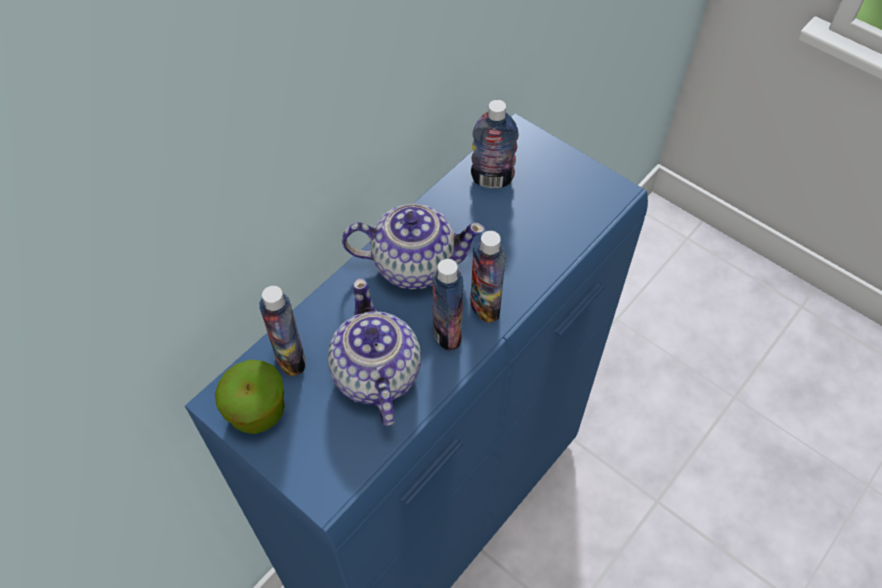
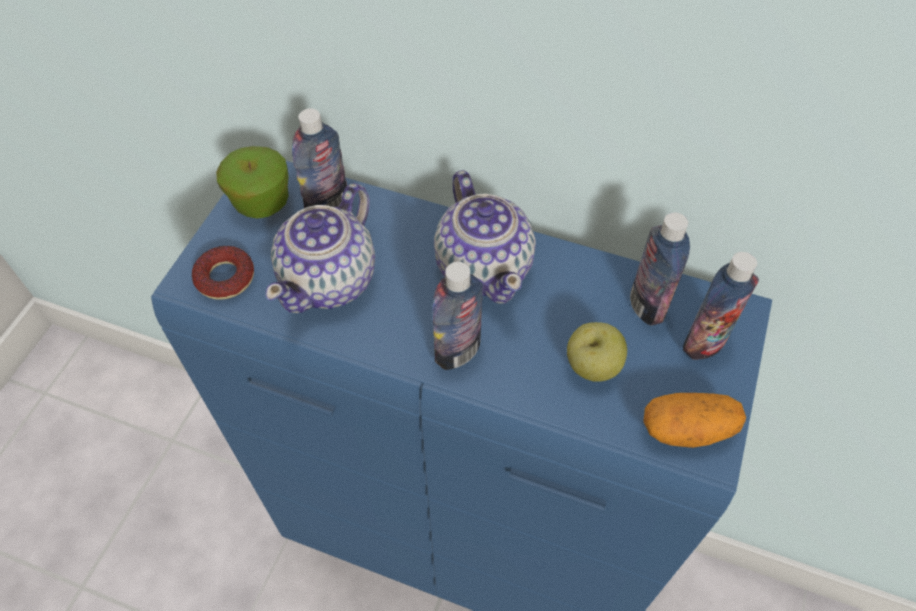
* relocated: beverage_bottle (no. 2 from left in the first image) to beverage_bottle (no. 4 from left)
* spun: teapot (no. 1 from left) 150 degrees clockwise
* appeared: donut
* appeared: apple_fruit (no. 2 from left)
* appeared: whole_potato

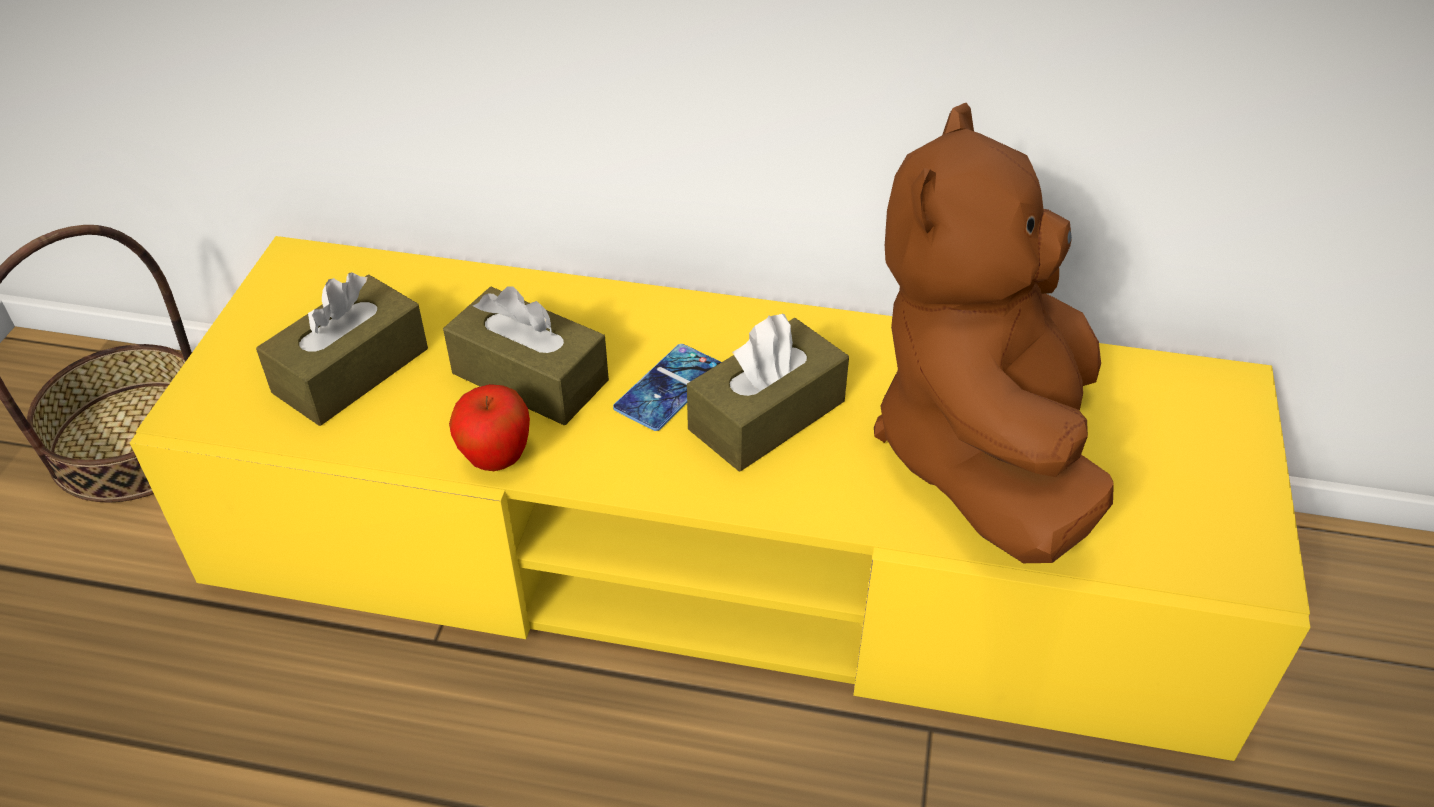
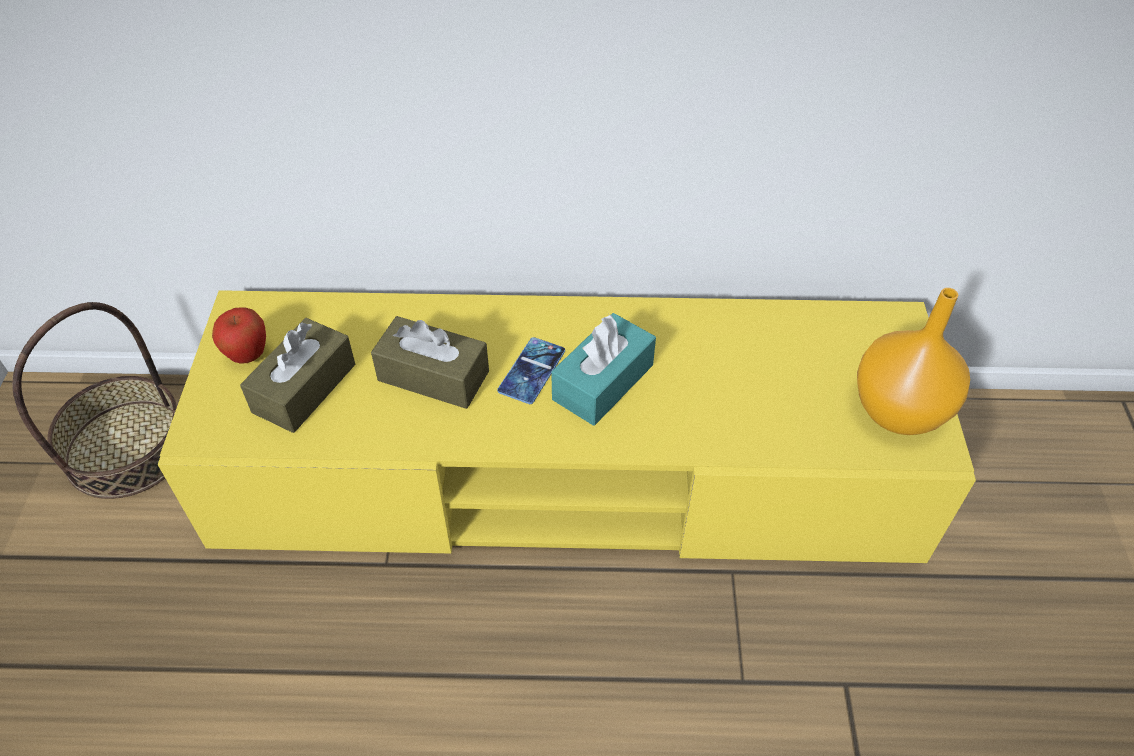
* missing: brown-coloured_cuddly_toy
* colour: brown-coloured_box_of_tissues (no. 3 from left) to turquoise_box_of_tissues
* relocated: apple_fruit
* appeared: orange-coloured_vase

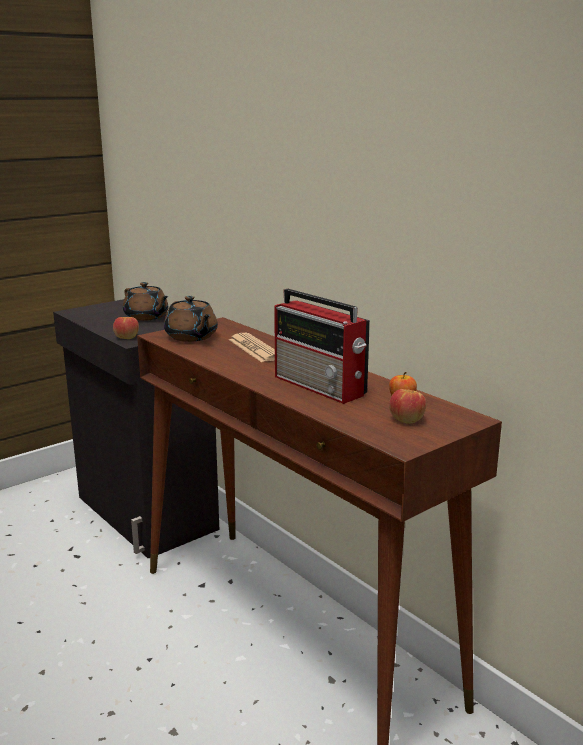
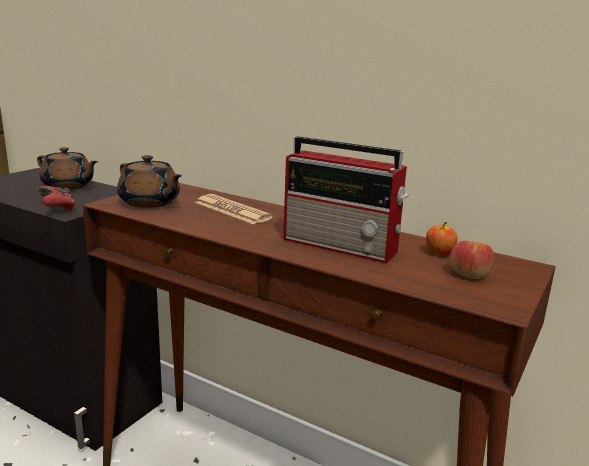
* exchanged: apple_fruit (no. 1 from left) to red-coloured_game_controller

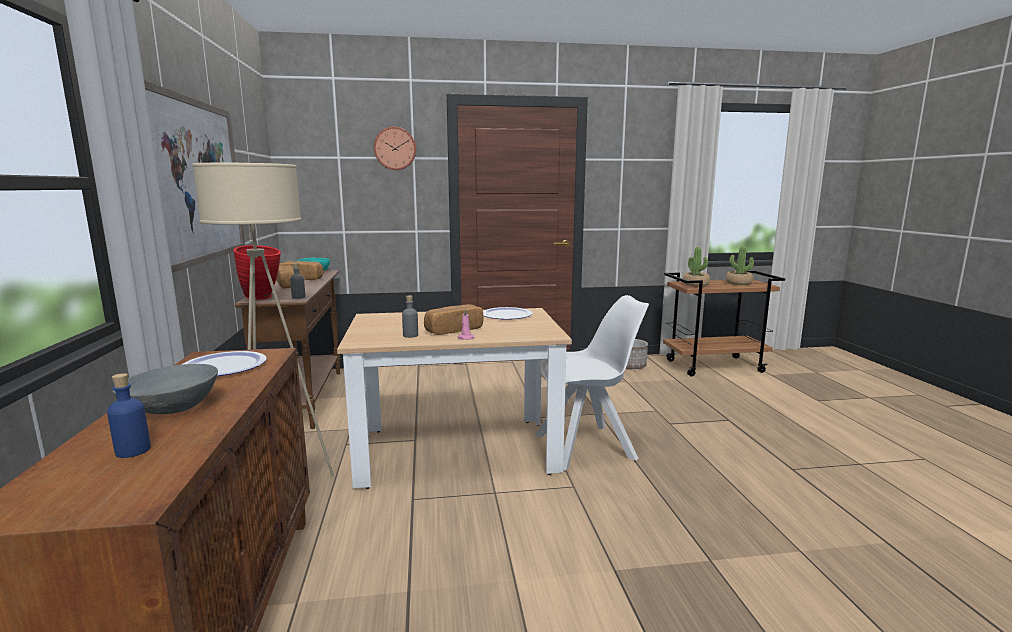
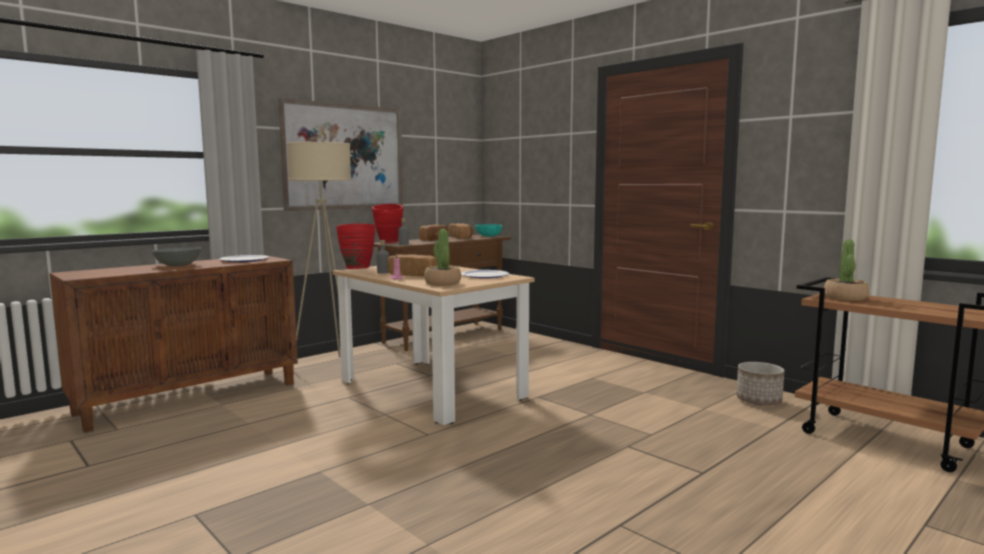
* missing: clock_on_the_wall
* relocated: houseplant (no. 2 from left in the first image) to houseplant (no. 1 from left)
* missing: white_upright_chair
* missing: blue-coloured_beverage_bottle
* appeared: red-coloured_vase (no. 1 from left)

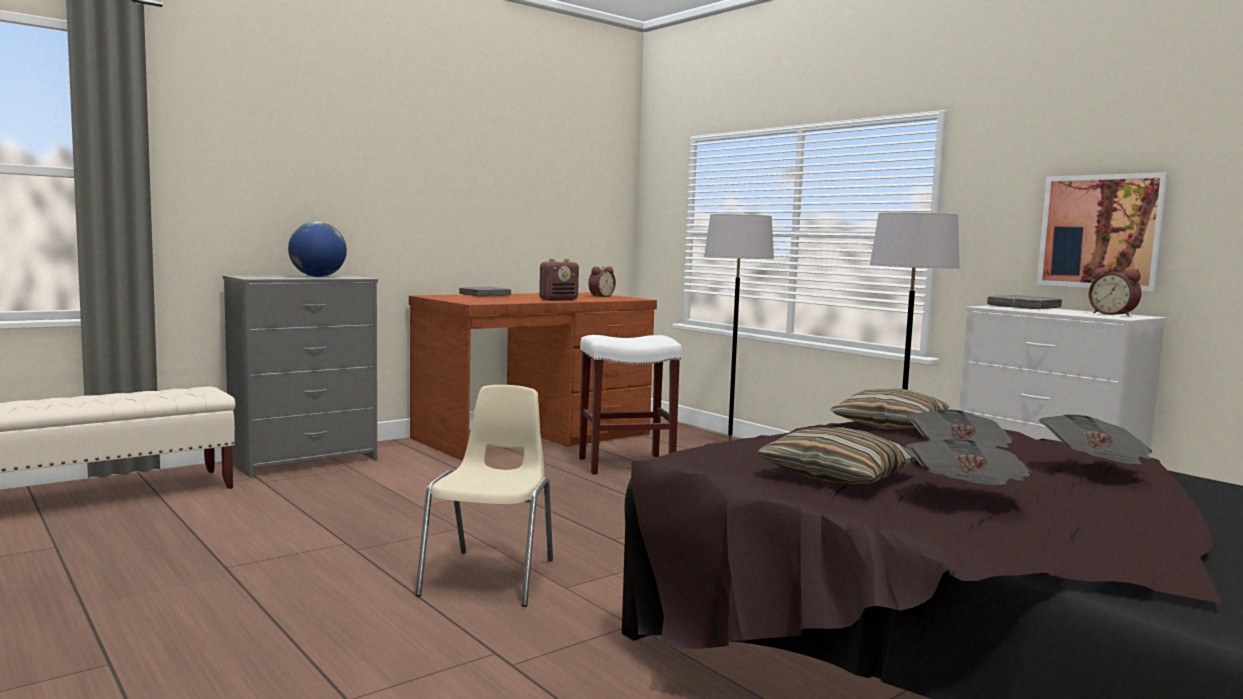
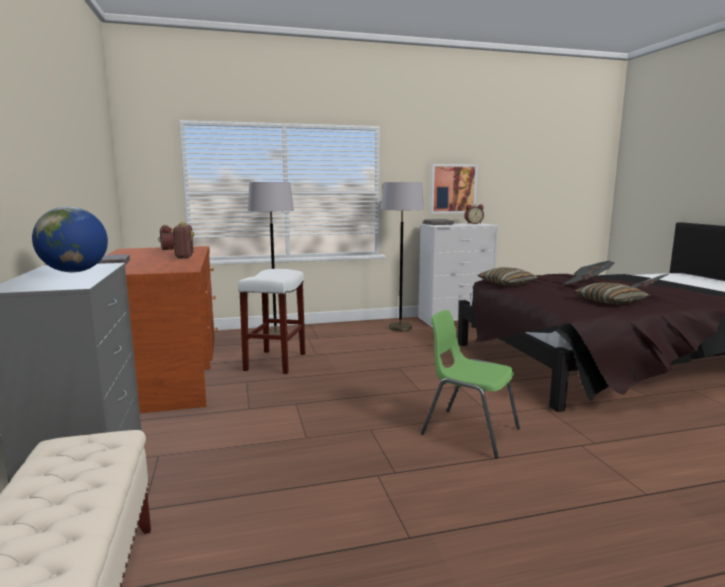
* colour: beige_upright_chair to green_upright_chair

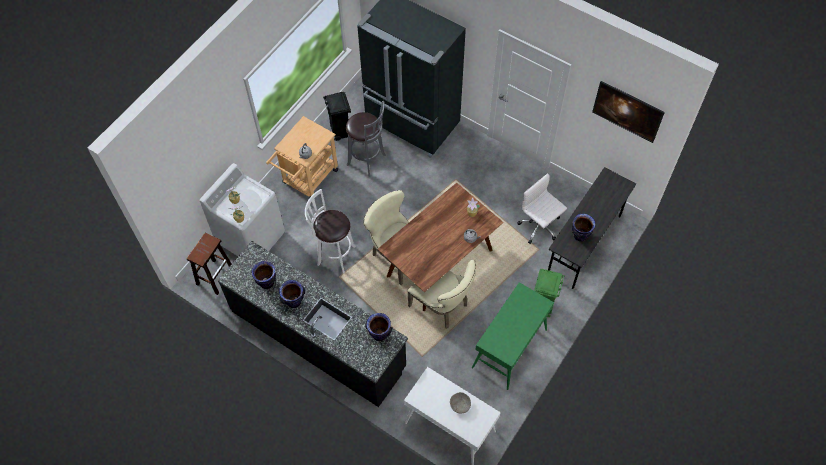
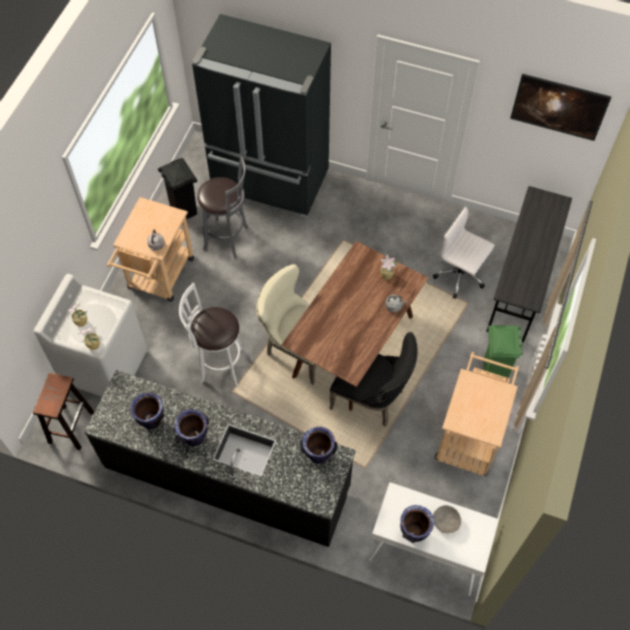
* relocated: vase (no. 4 from left)
* colour: beige_upright_chair (no. 2 from left) to black-coloured_upright_chair
* exchanged: green_hall_table to beige_cart (no. 2 from left)

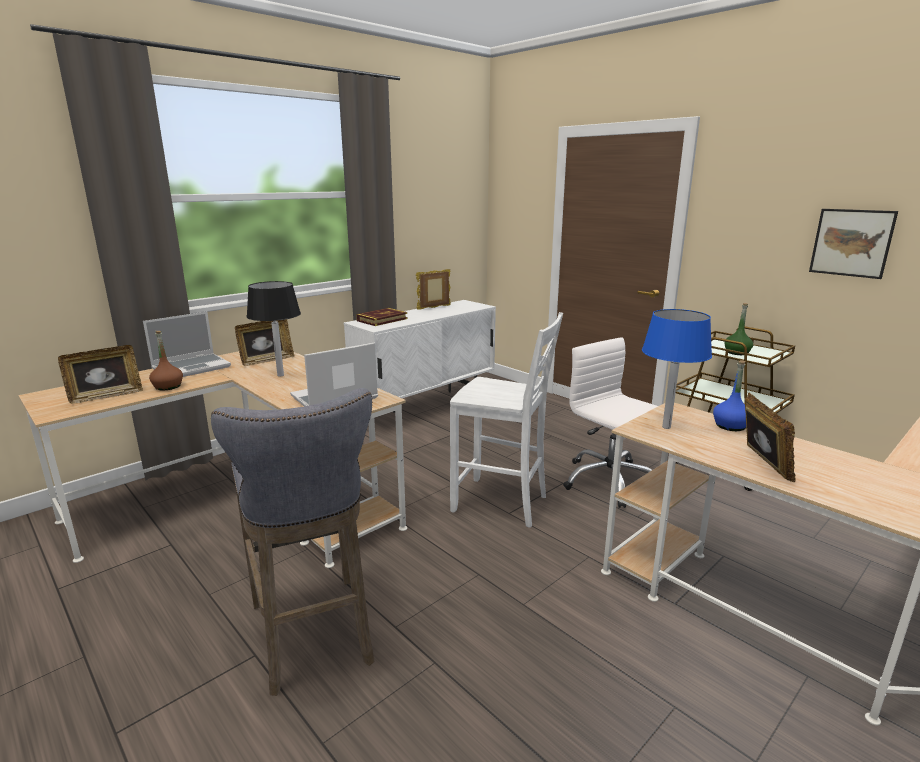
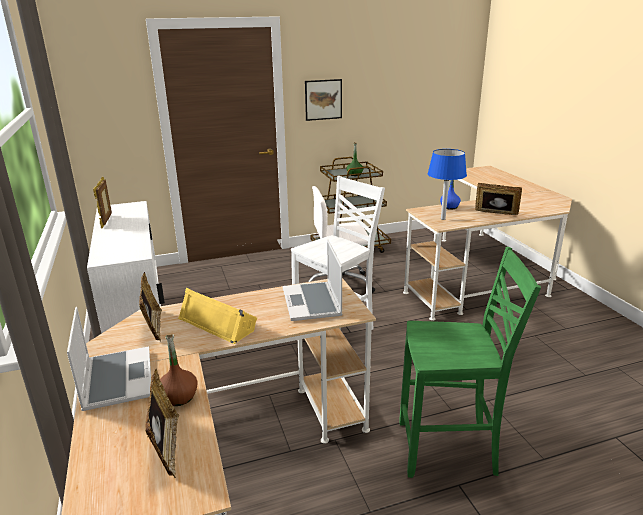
* relocated: wall_picture
* exchanged: black-coloured_table_lamp to yellow-coloured_loudspeaker
* missing: book
* exchanged: gray_stool to green_upright_chair

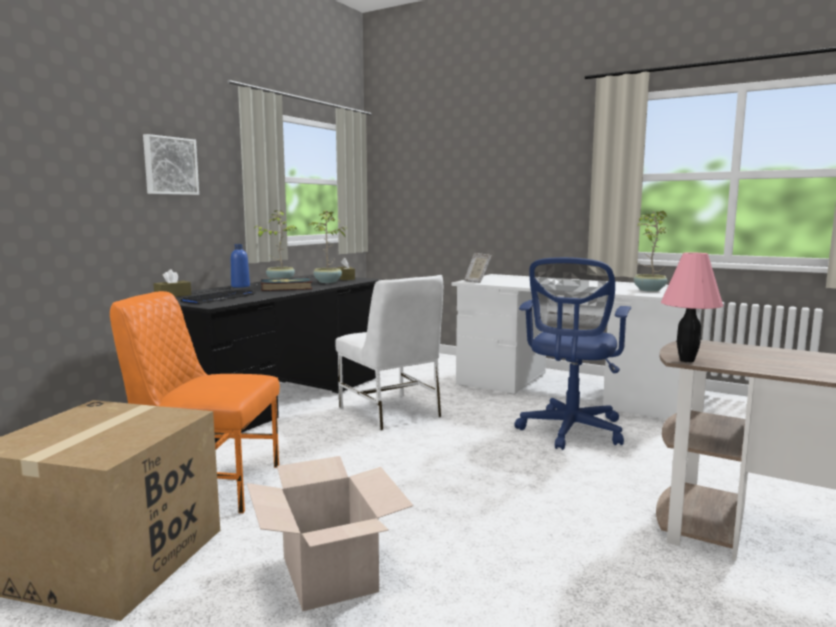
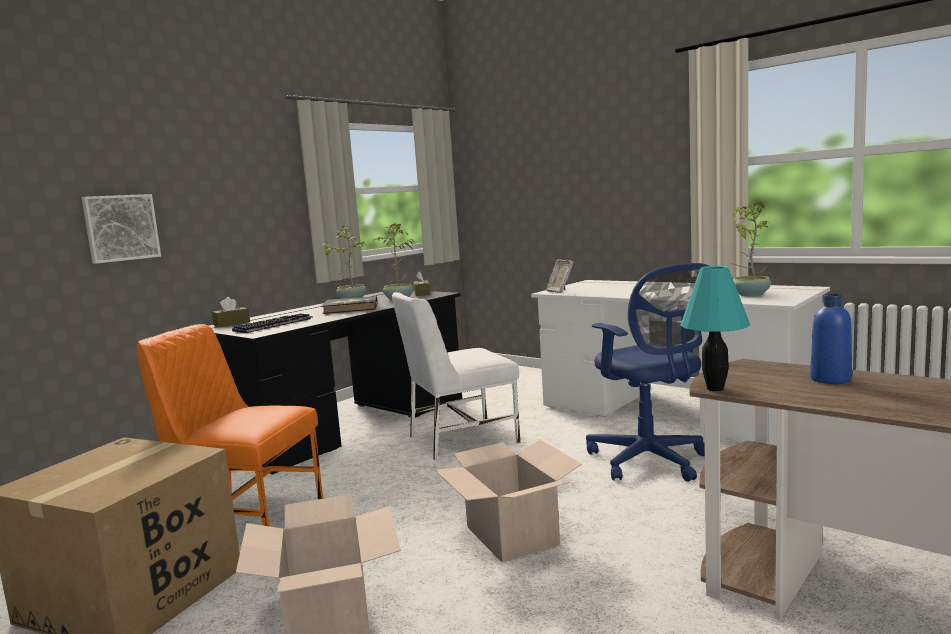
* relocated: wall_picture
* relocated: blue-coloured_beverage_bottle
* colour: pink-coloured_table_lamp to turquoise_table_lamp
* spun: blue-coloured_desk_chair 60 degrees counterclockwise
* spun: white_upright_chair 90 degrees clockwise
* appeared: cardboard_box (no. 3 from left)

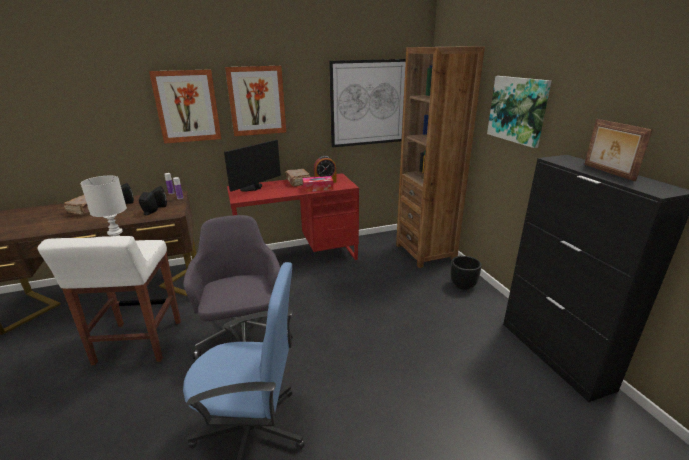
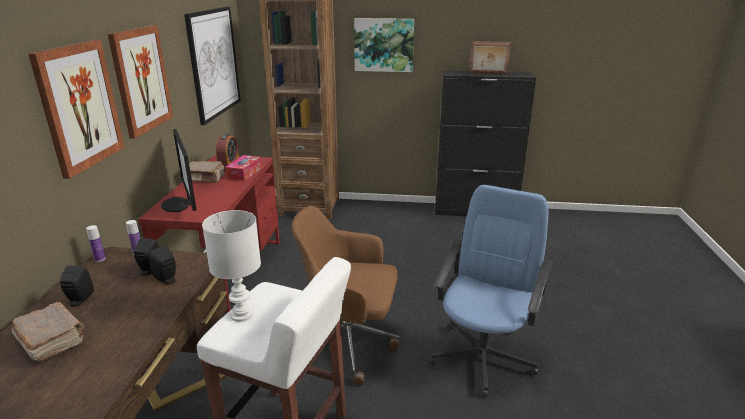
* colour: gray_desk_chair to brown-coloured_desk_chair
* missing: black-coloured_plant_pot

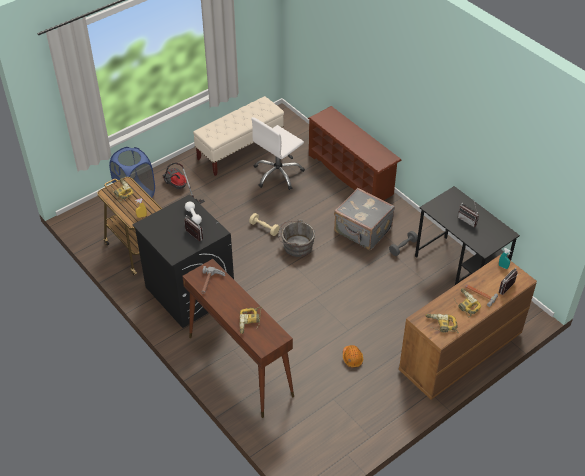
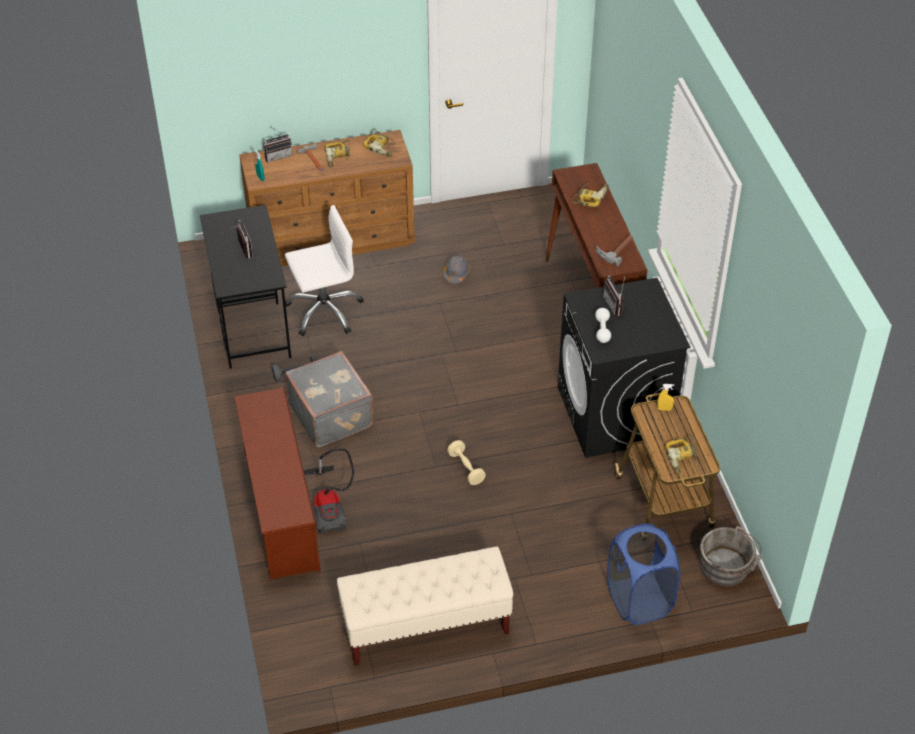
* relocated: white_desk_chair
* relocated: hoover
* relocated: gray_bucket
* colour: orange-coloured_hard_hat to gray_hard_hat

